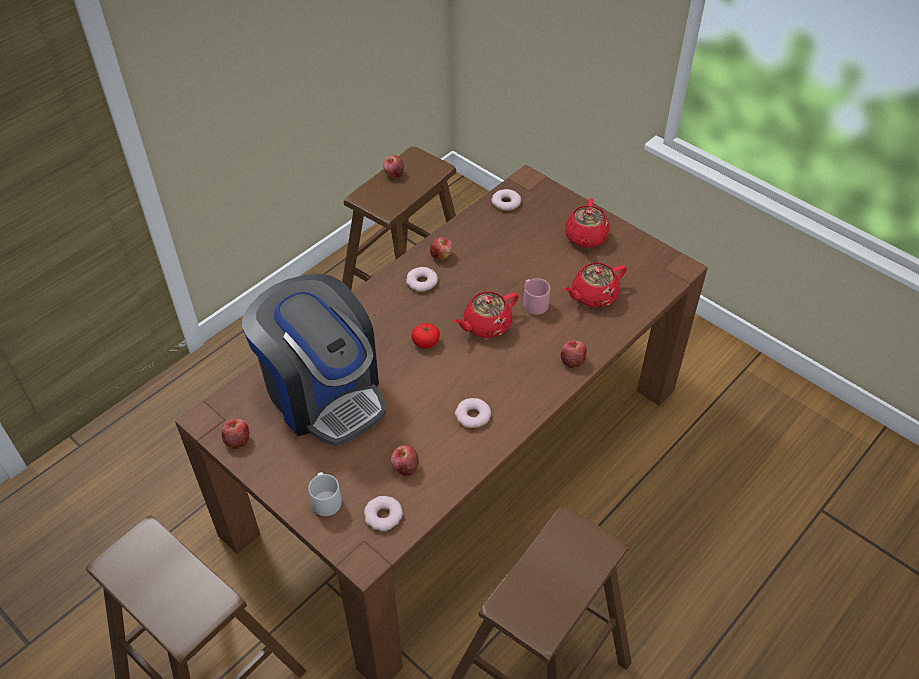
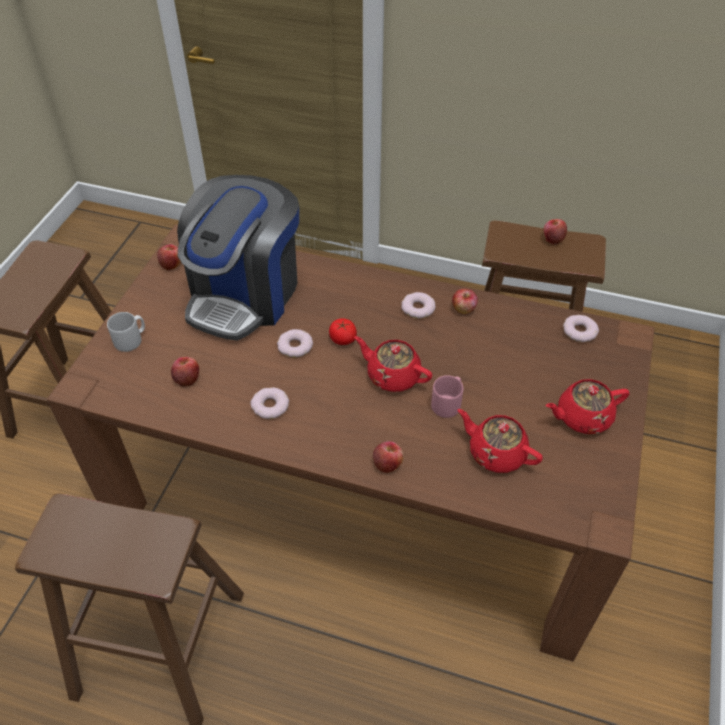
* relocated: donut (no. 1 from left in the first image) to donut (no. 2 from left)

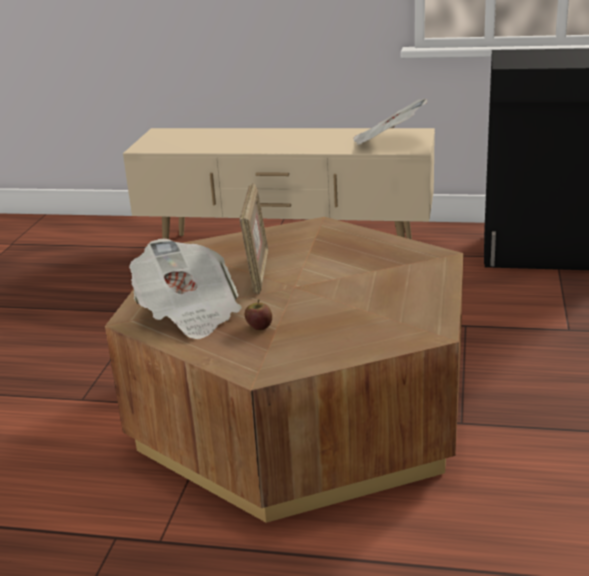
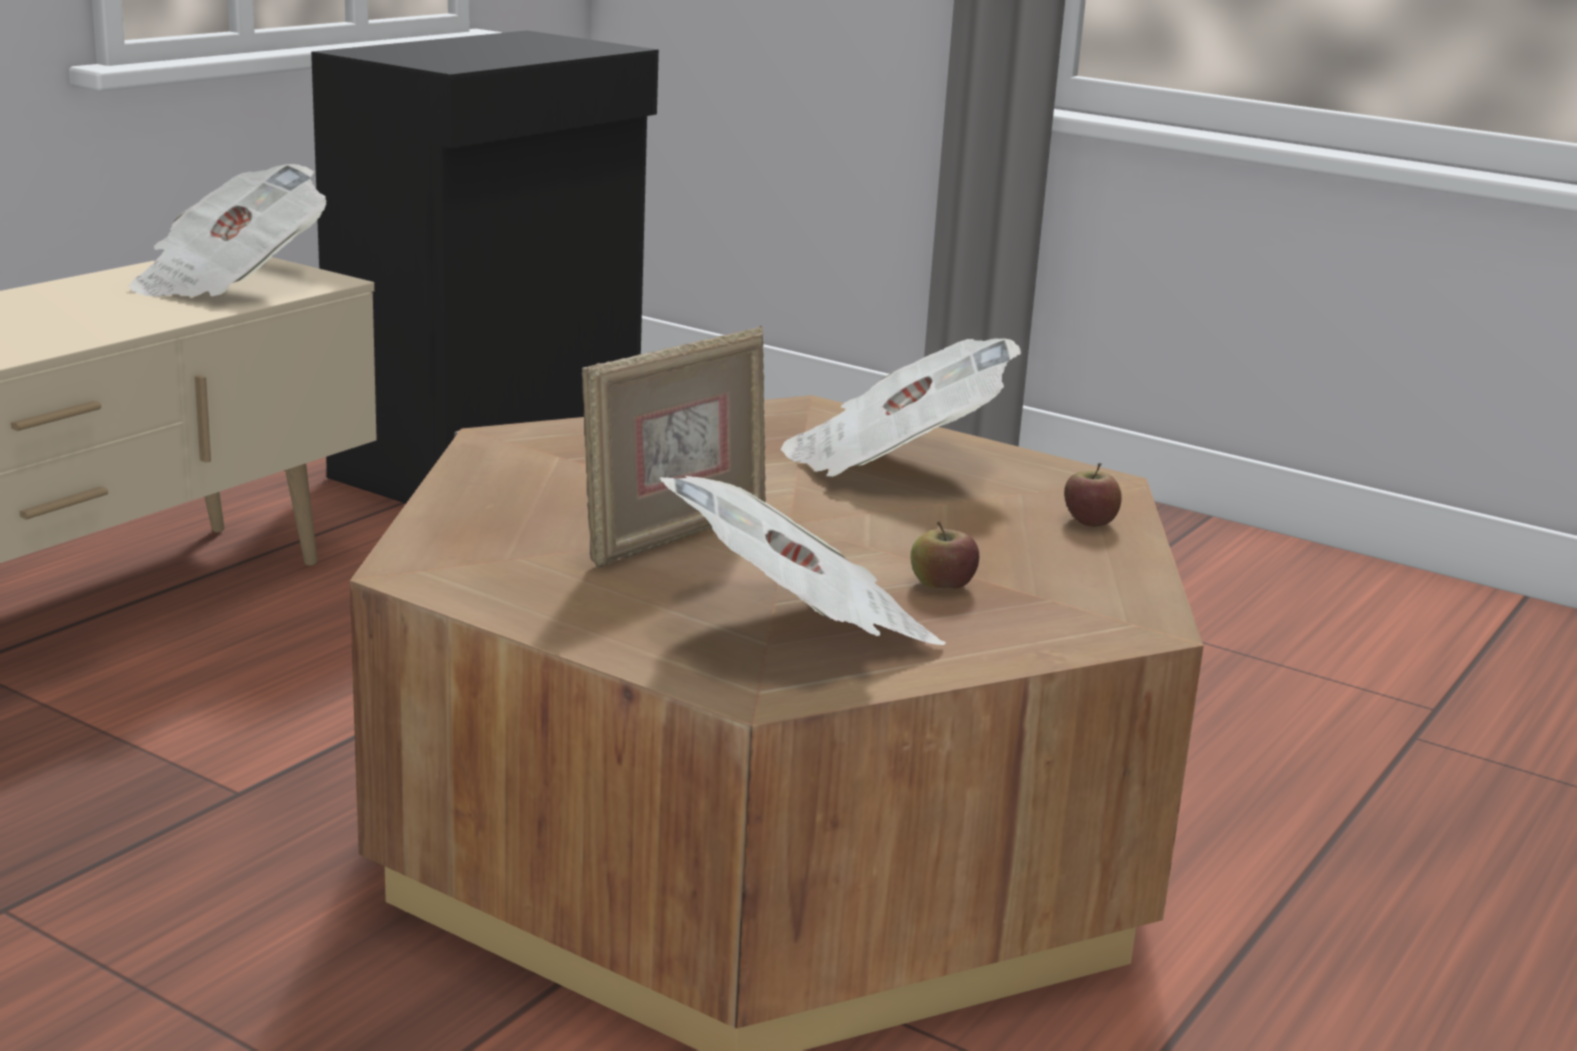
* spun: standing_frame 105 degrees clockwise
* appeared: newspaper (no. 3 from left)
* appeared: apple_fruit (no. 2 from left)

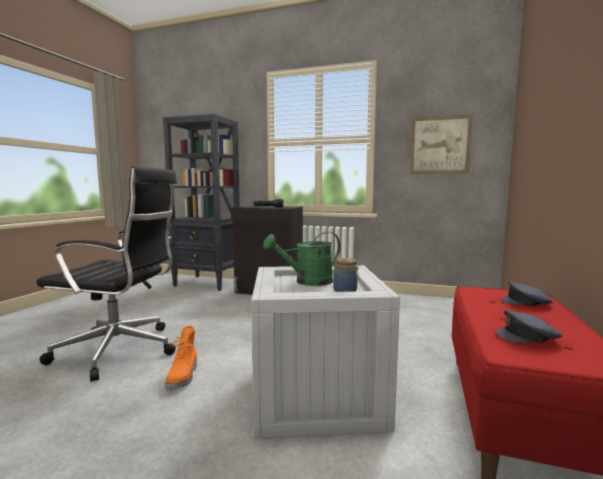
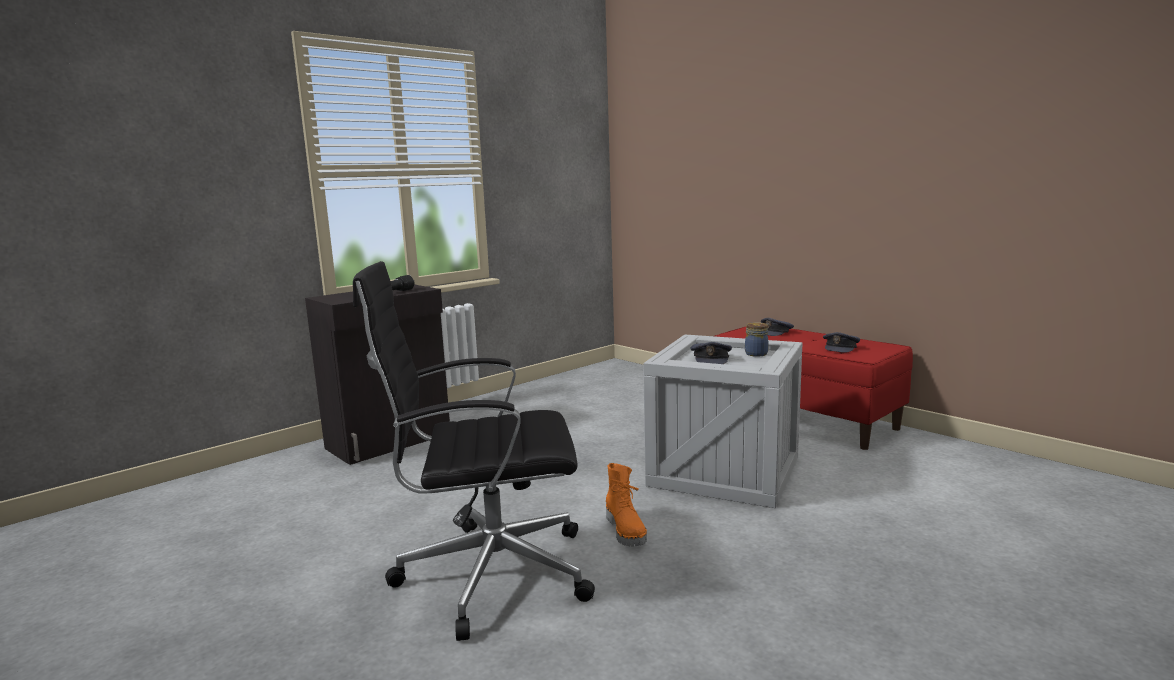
* missing: black-coloured_bookshelf
* missing: wall_picture
* spun: black-coloured_desk_chair 135 degrees counterclockwise
* exchanged: green_sprinkling_can to gray_peaked_cap (no. 1 from left)
* spun: orange-coloured_boot 45 degrees clockwise

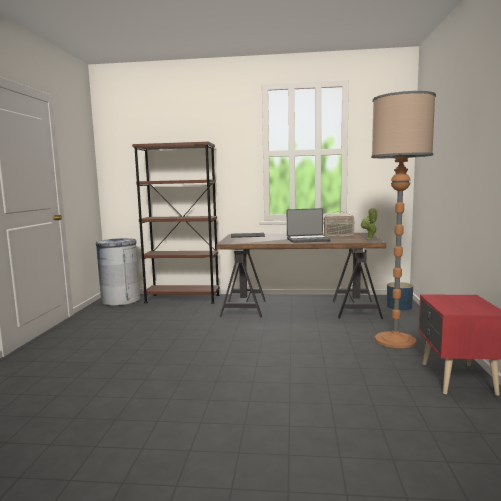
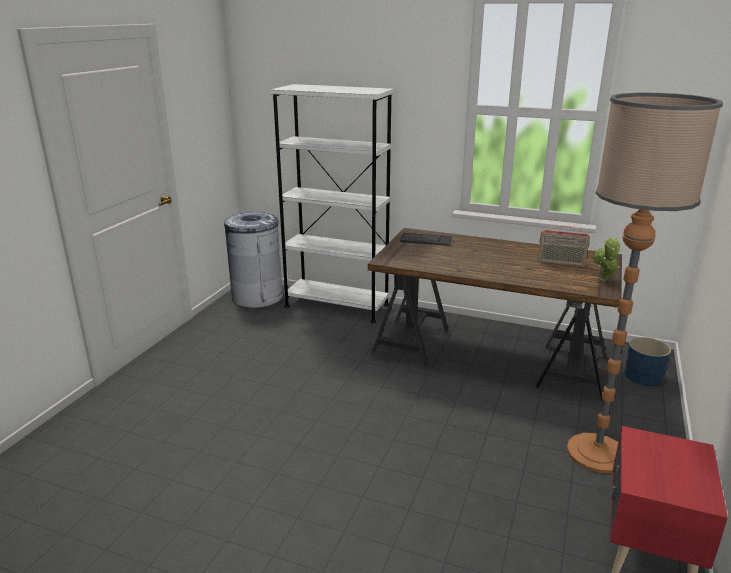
* colour: brown-coloured_bookshelf to white_bookshelf
* missing: laptop

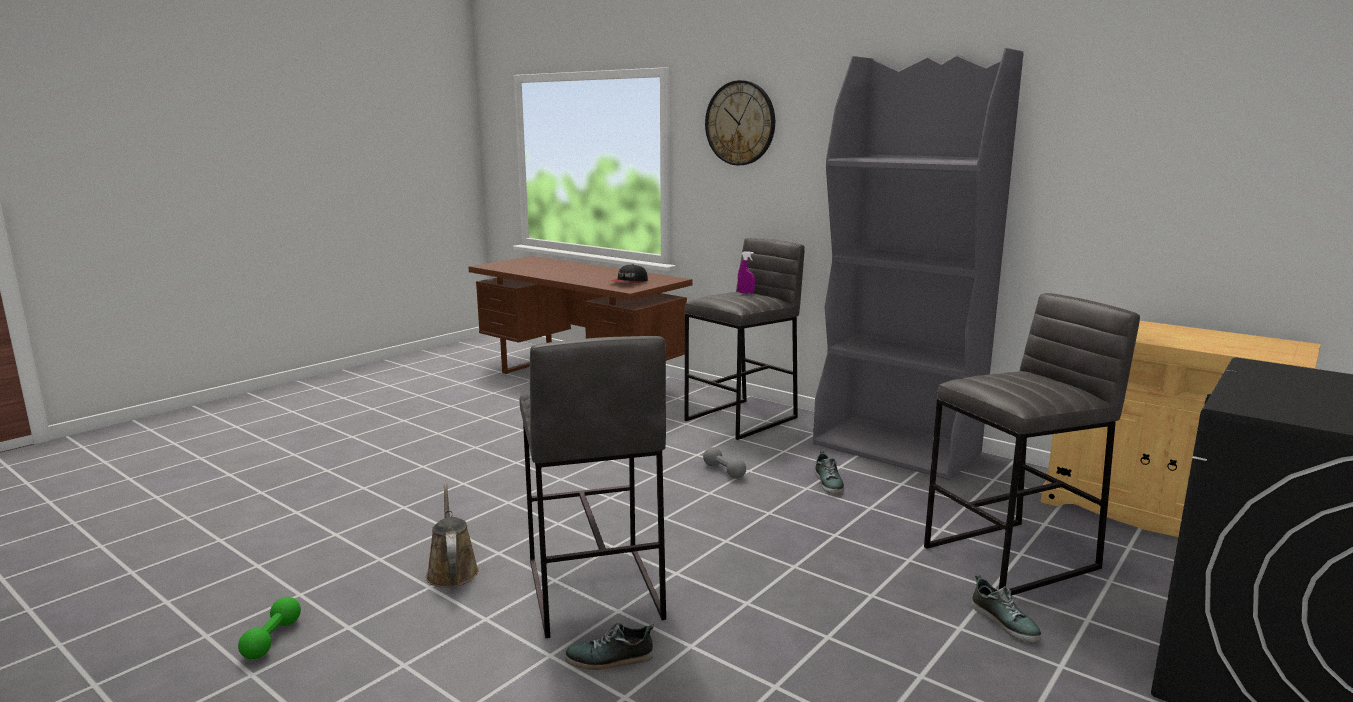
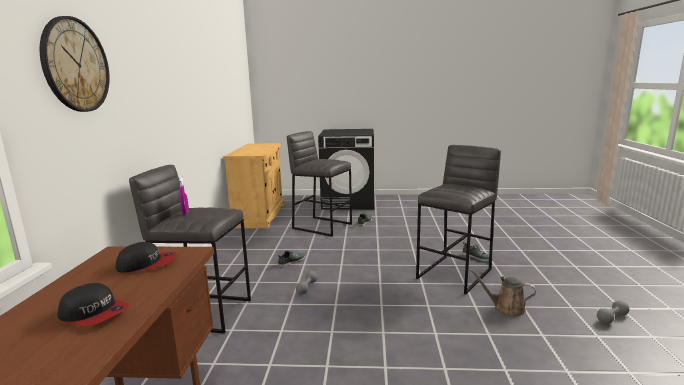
* missing: gray_bookshelf
* spun: brown-coloured_sprinkling_can 75 degrees clockwise
* colour: green_free_weight to gray_free_weight (no. 2 from left)
* appeared: peaked_cap (no. 1 from left)

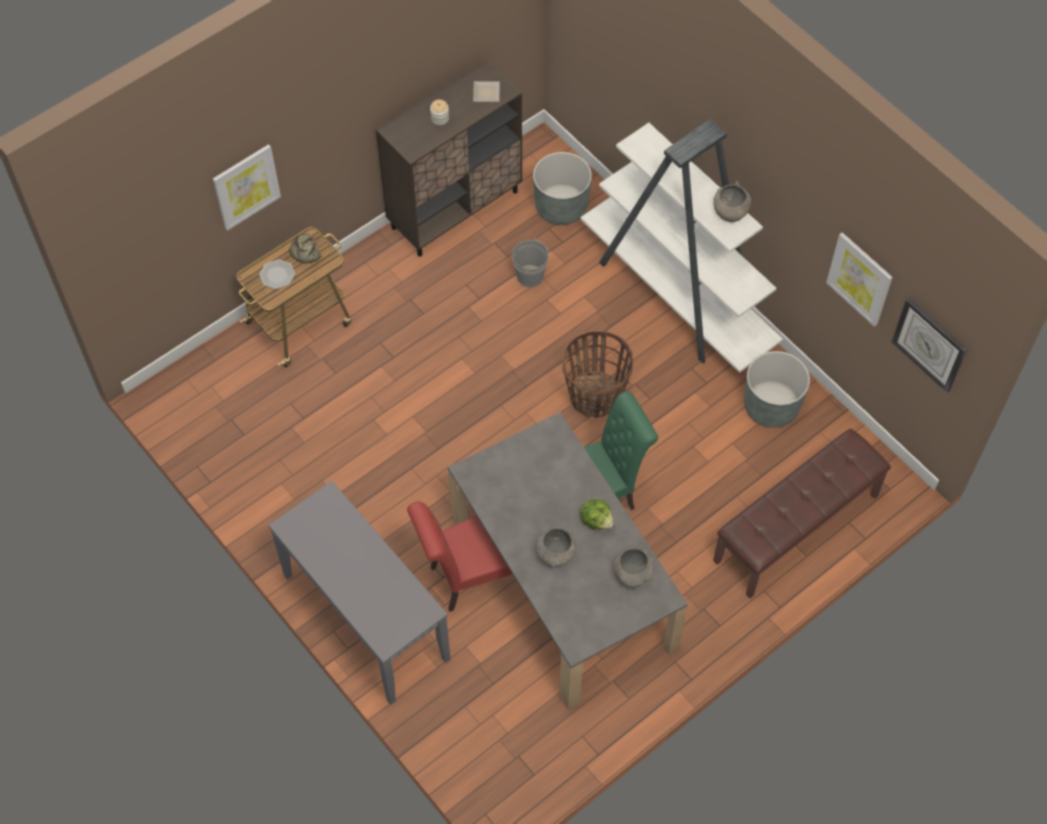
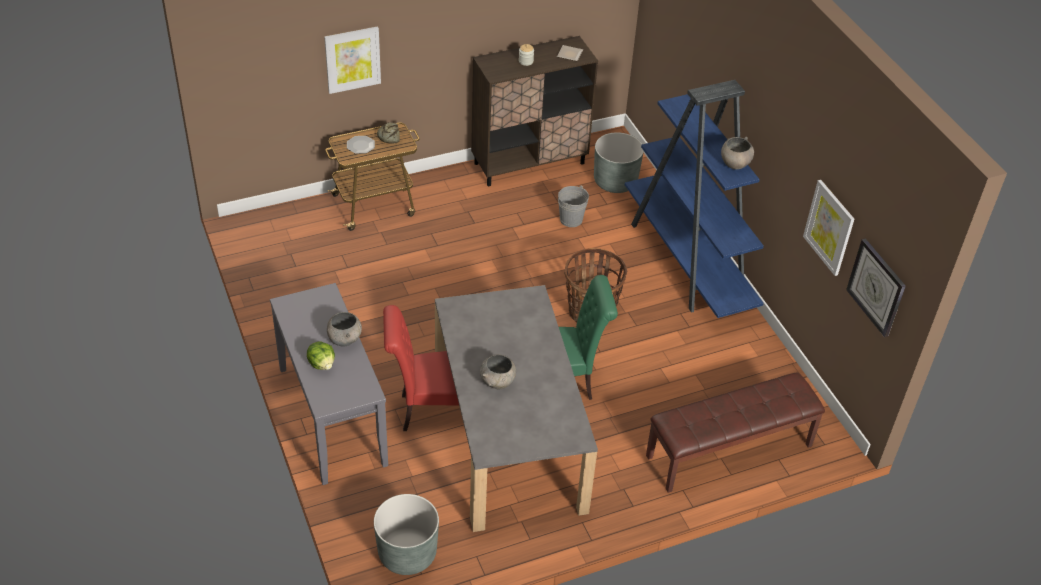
* colour: white_bookshelf to blue-coloured_bookshelf
* relocated: gray_plant_pot (no. 2 from left in the first image) to gray_plant_pot (no. 1 from left)
* relocated: lettuce
* relocated: gray_bowl (no. 2 from left in the first image) to gray_bowl (no. 1 from left)

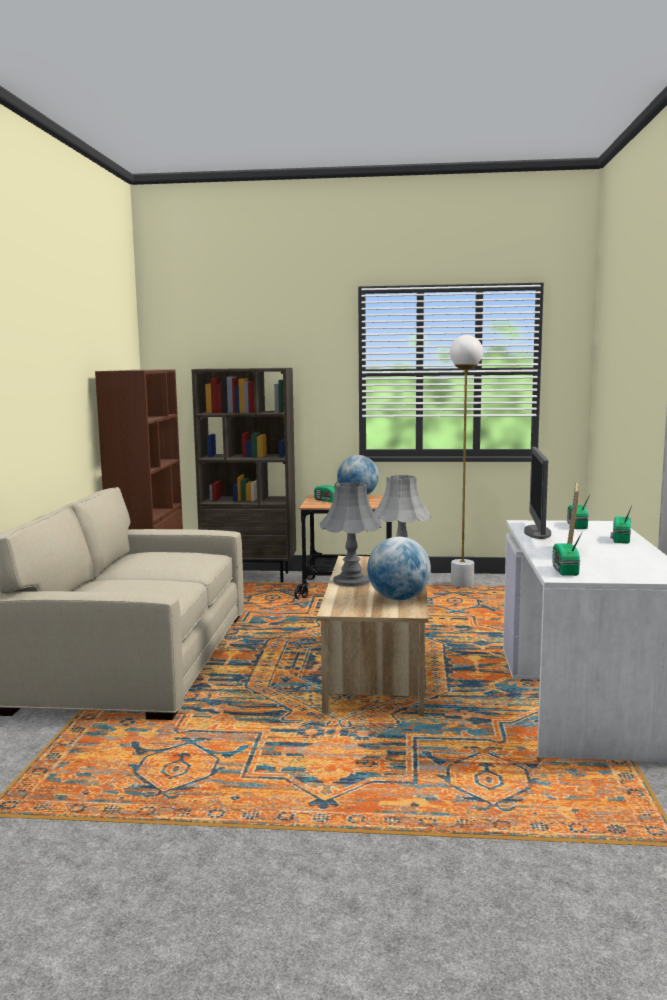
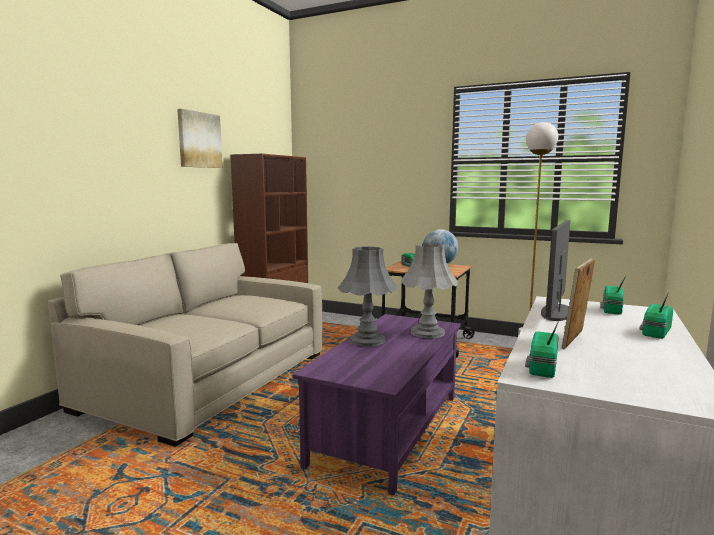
* missing: brown-coloured_bookshelf (no. 2 from left)
* missing: world_globe (no. 2 from left)
* colour: beige_coffee_table to purple-coloured_coffee_table
* appeared: wall_picture

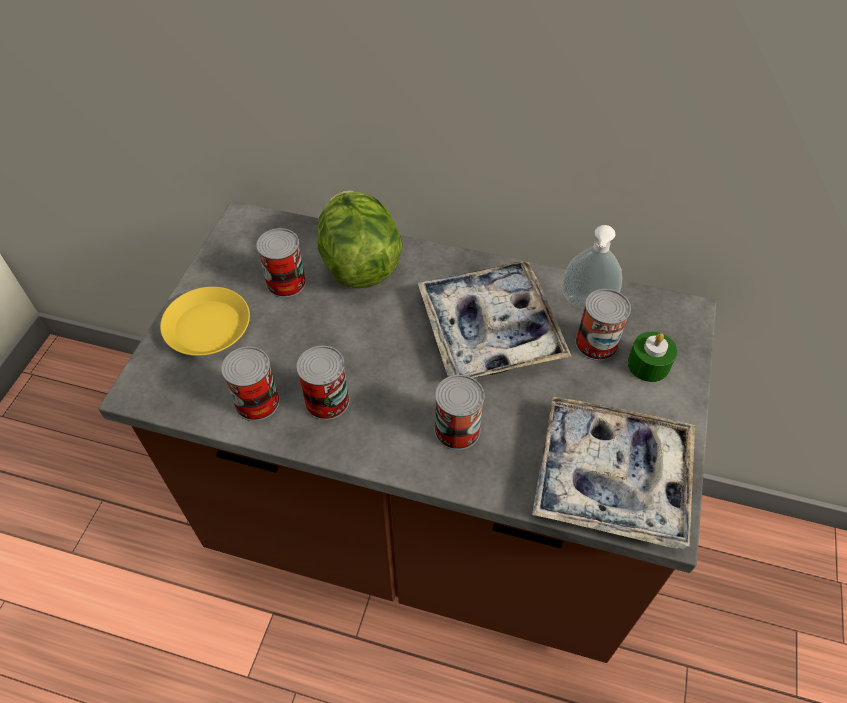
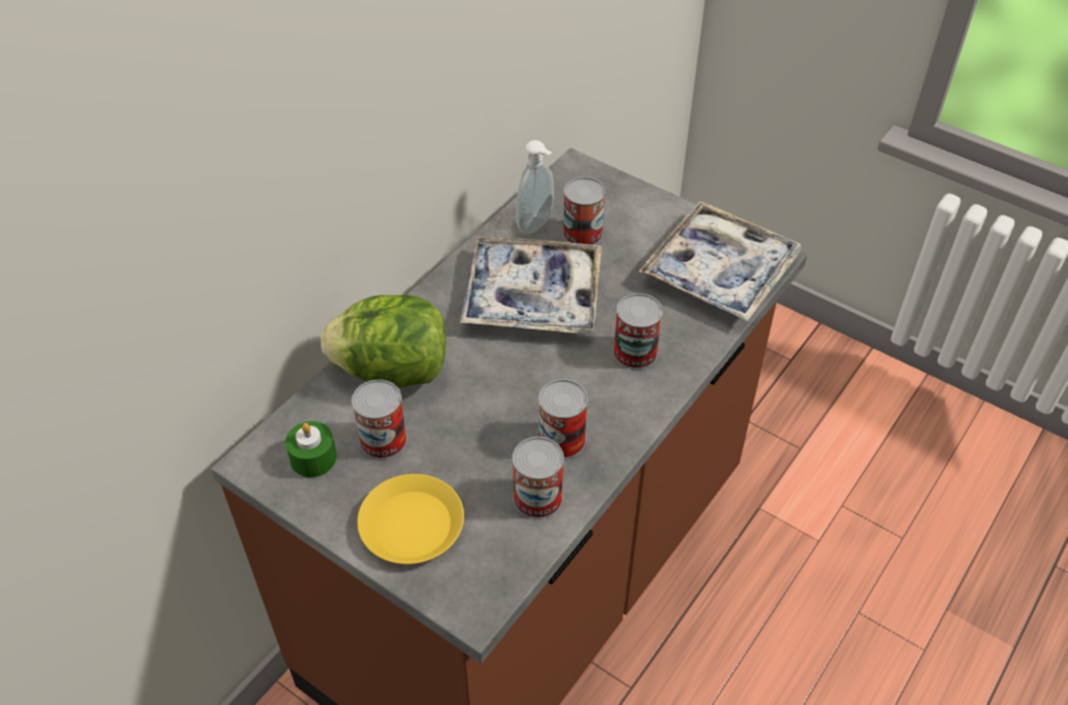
* relocated: green_candle

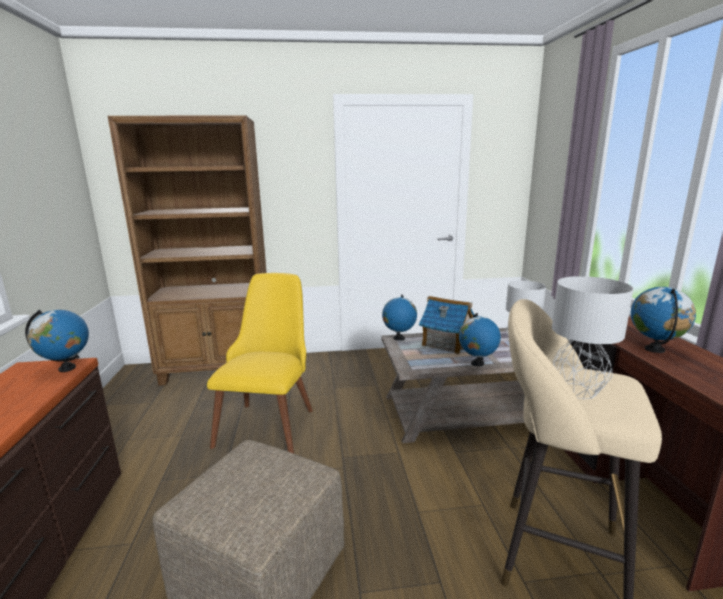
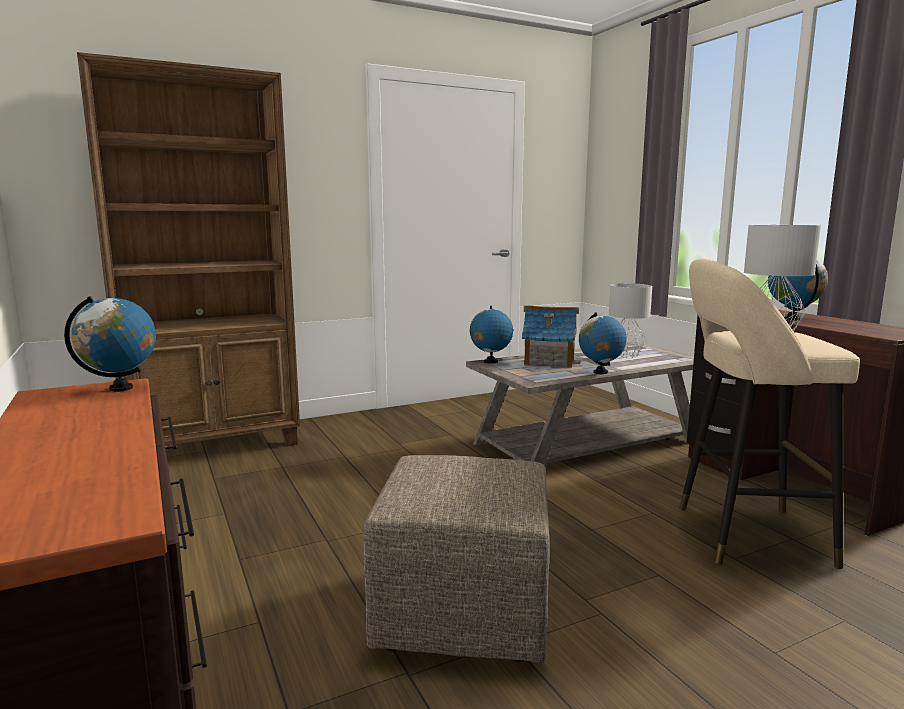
* missing: yellow-coloured_upright_chair

